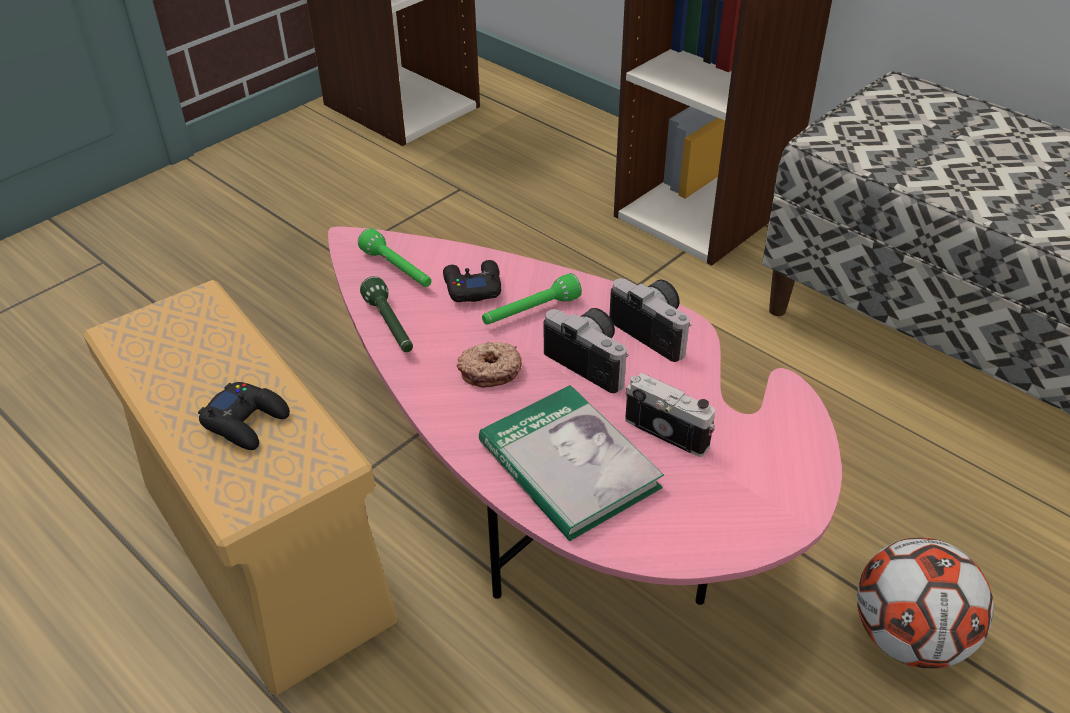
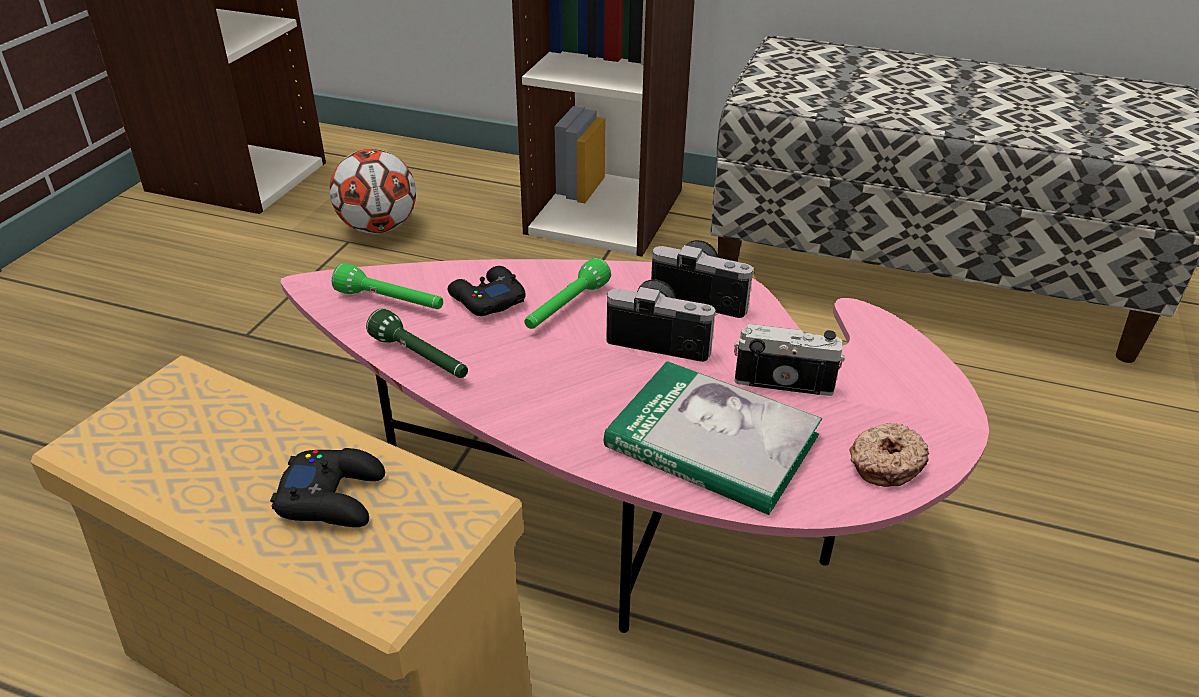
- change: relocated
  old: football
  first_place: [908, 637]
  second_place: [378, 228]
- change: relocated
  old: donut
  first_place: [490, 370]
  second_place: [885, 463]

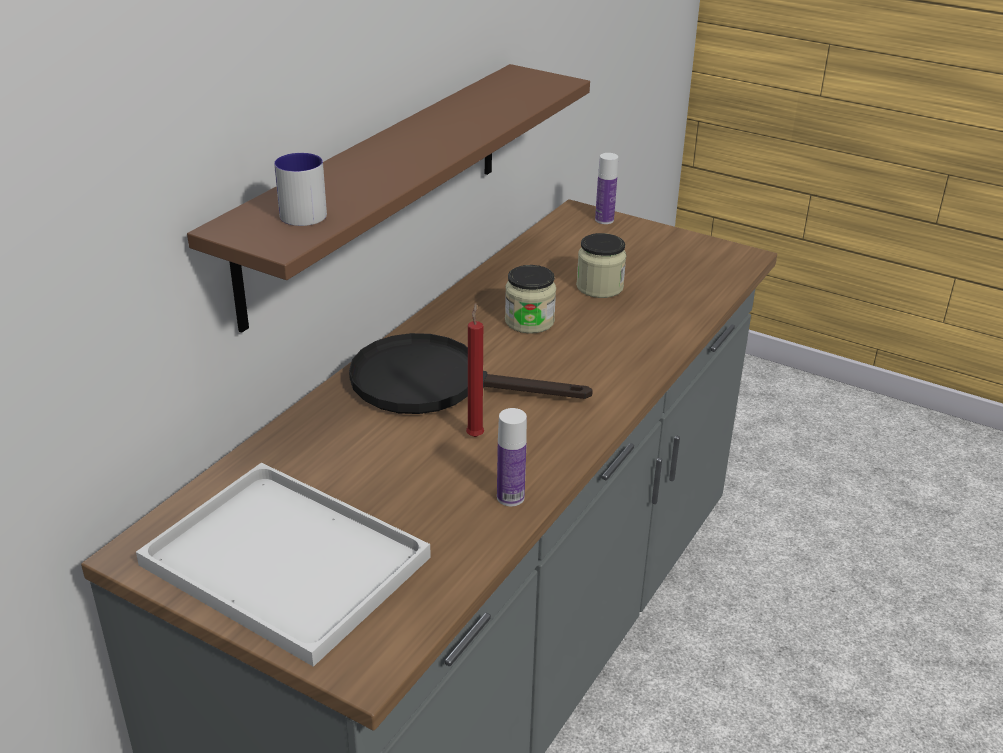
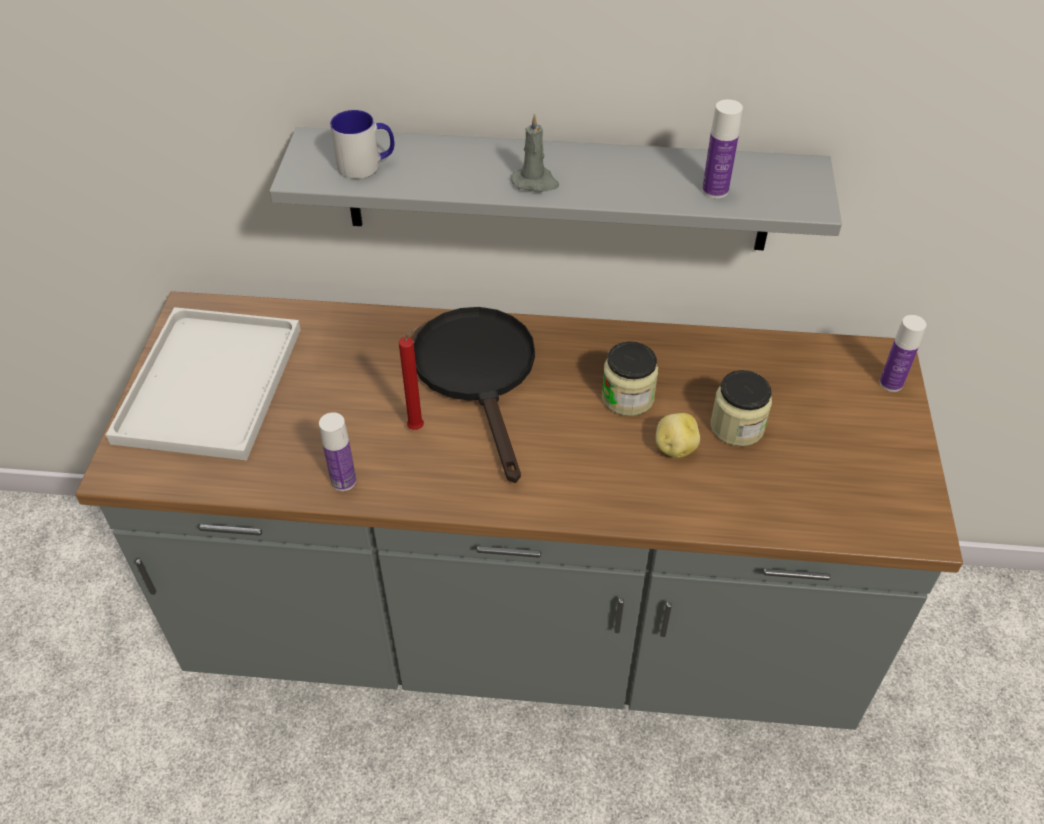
- change: colour
  old: brown shelf
  new: grey shelf
  first_place: [377, 188]
  second_place: [557, 190]
- change: appeared
  new: grey candle
  second_place: [535, 182]
- change: appeared
  new: potato
  second_place: [674, 447]
- change: appeared
  new: bottle
  second_place: [715, 190]

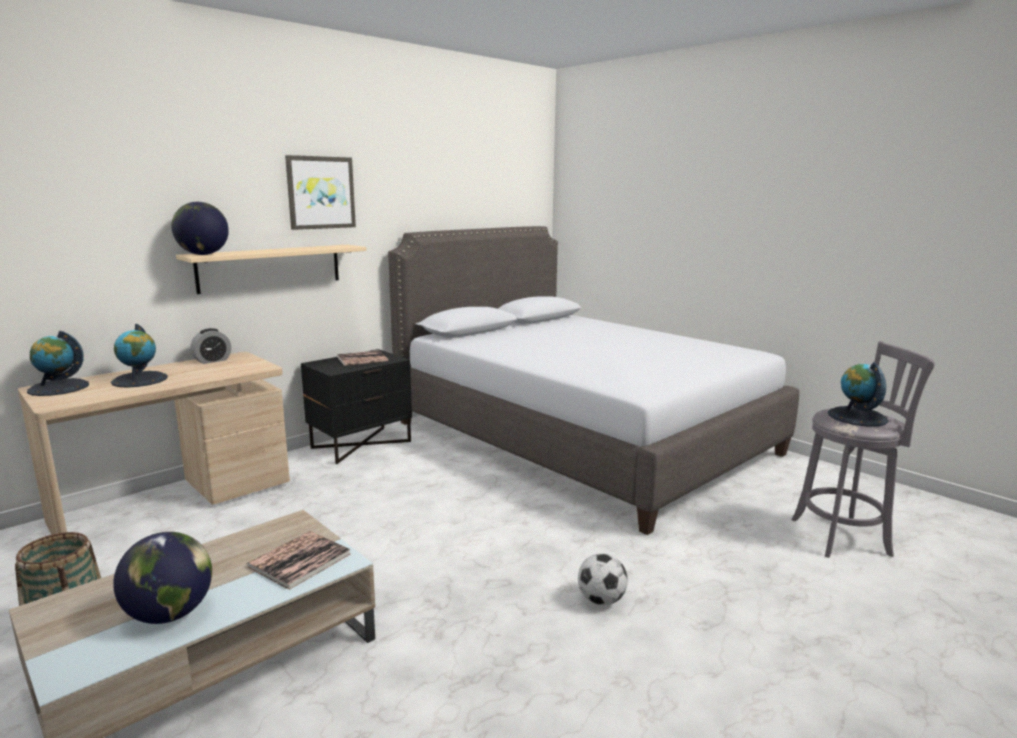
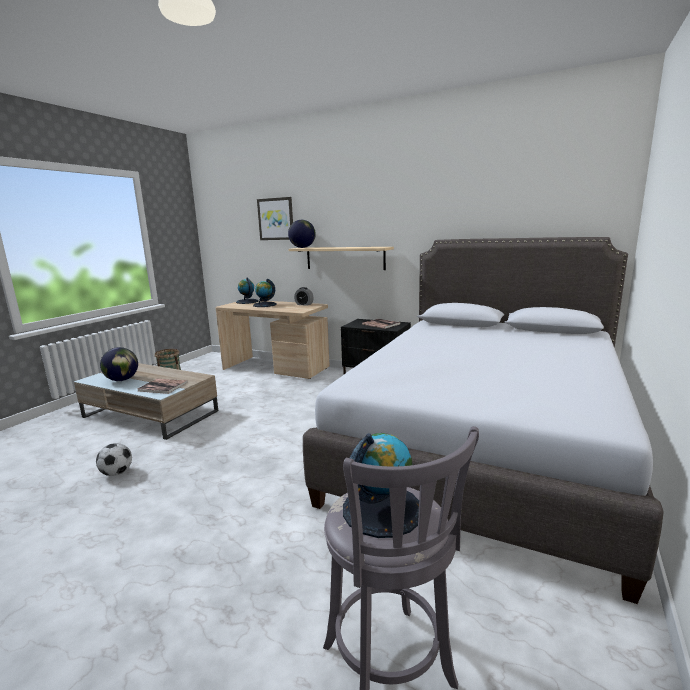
- change: relocated
  old: football
  first_place: [601, 600]
  second_place: [117, 473]
- change: relocated
  old: picture
  first_place: [320, 192]
  second_place: [276, 219]

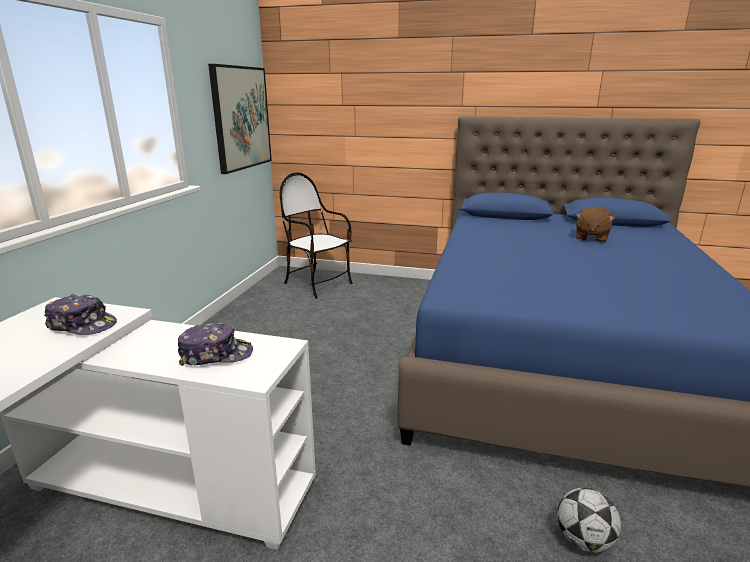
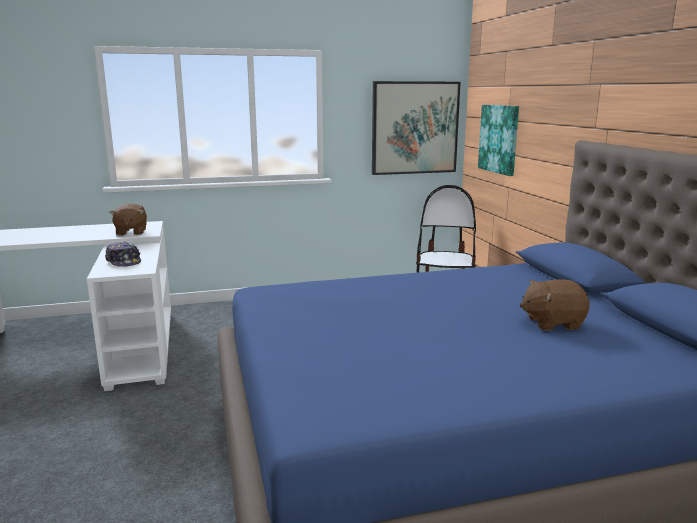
- change: exchanged
  old: cap
  new: brown plush toy
  first_place: [82, 325]
  second_place: [131, 232]
- change: appeared
  new: picture
  second_place: [499, 139]
- change: missing
  old: football
  first_place: [583, 540]

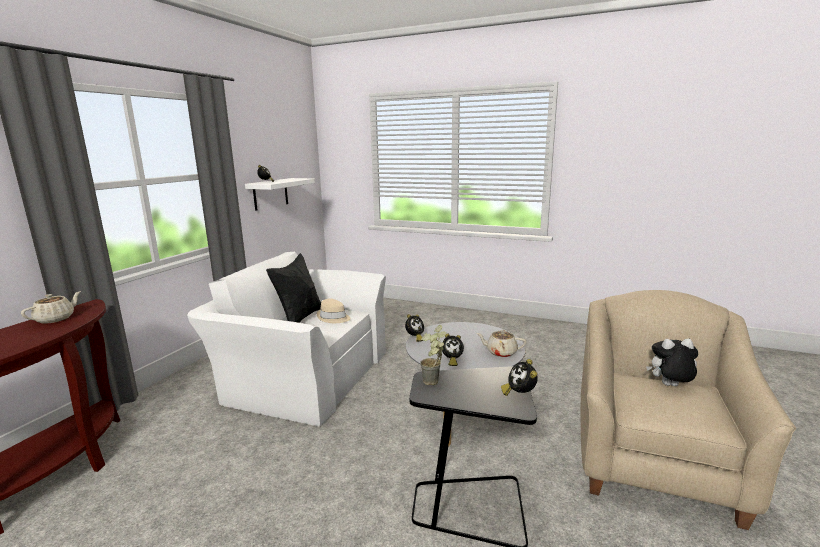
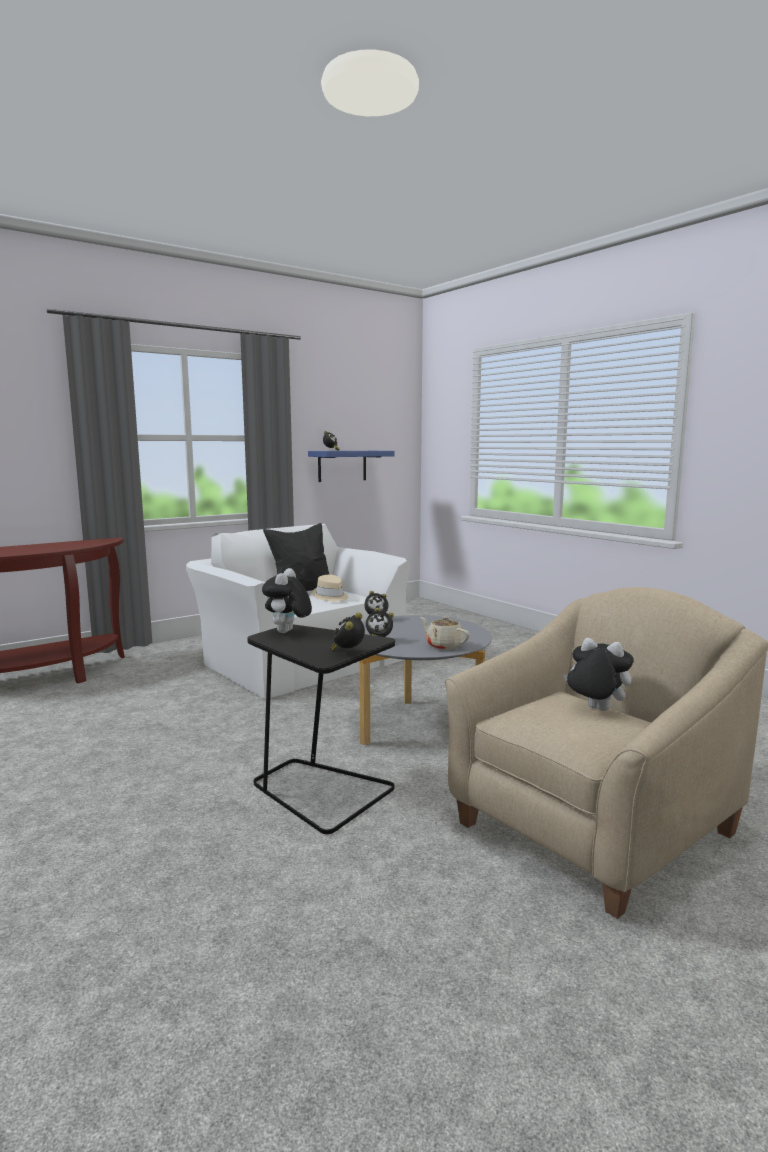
- change: exchanged
  old: potted plant
  new: plush toy
  first_place: [434, 384]
  second_place: [287, 632]
- change: colour
  old: white shelf
  new: blue shelf
  first_place: [270, 194]
  second_place: [342, 466]
- change: missing
  old: beige teapot
  first_place: [56, 319]

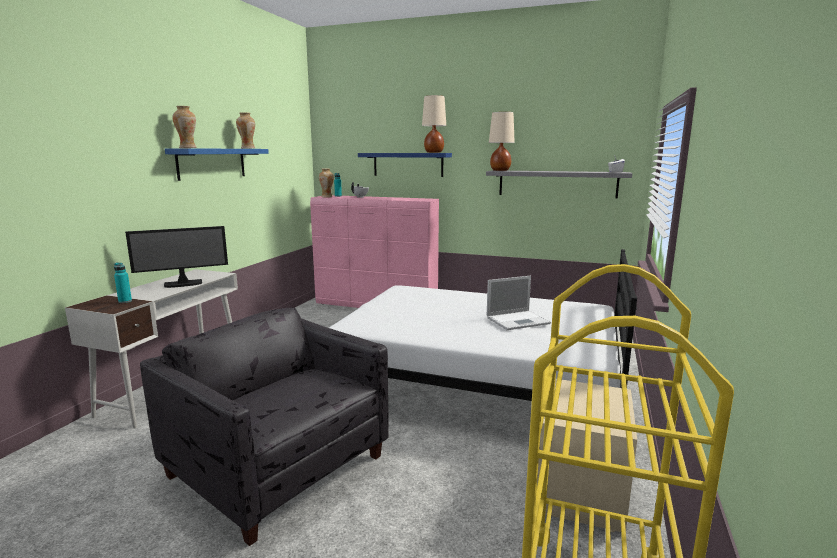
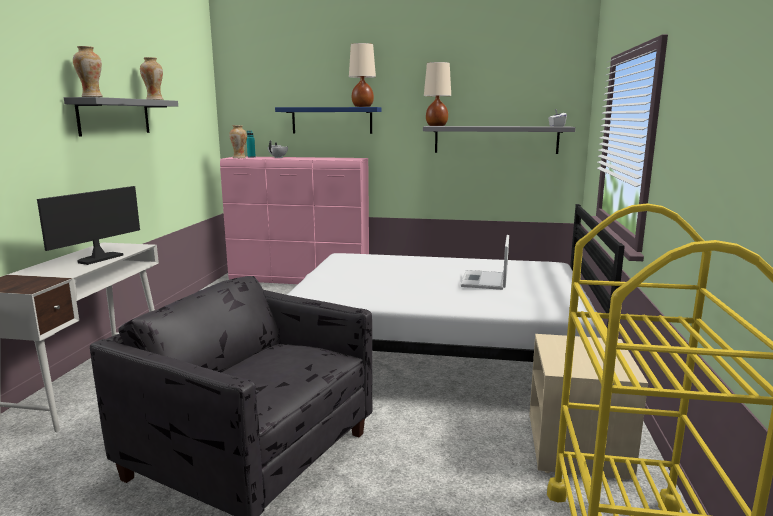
- change: spun
  old: monitor
  first_place: [183, 284]
  second_place: [99, 258]
  degrees: 150
- change: colour
  old: blue shelf
  new: grey shelf
  first_place: [212, 163]
  second_place: [114, 117]
- change: spun
  old: laptop
  first_place: [518, 320]
  second_place: [484, 281]
  degrees: 135
- change: missing
  old: turquoise bottle
  first_place: [125, 301]

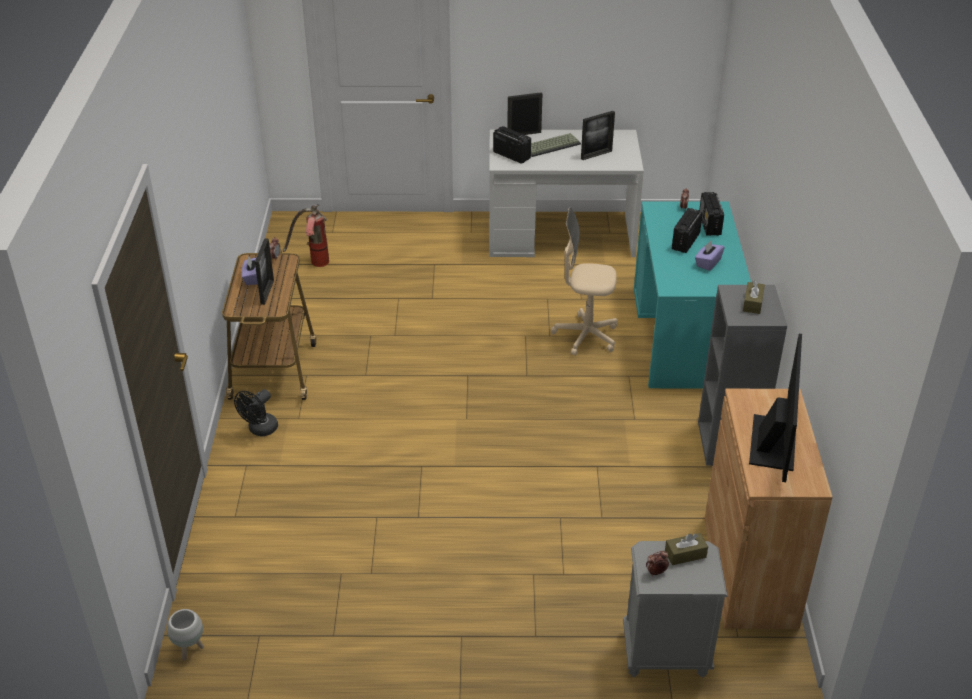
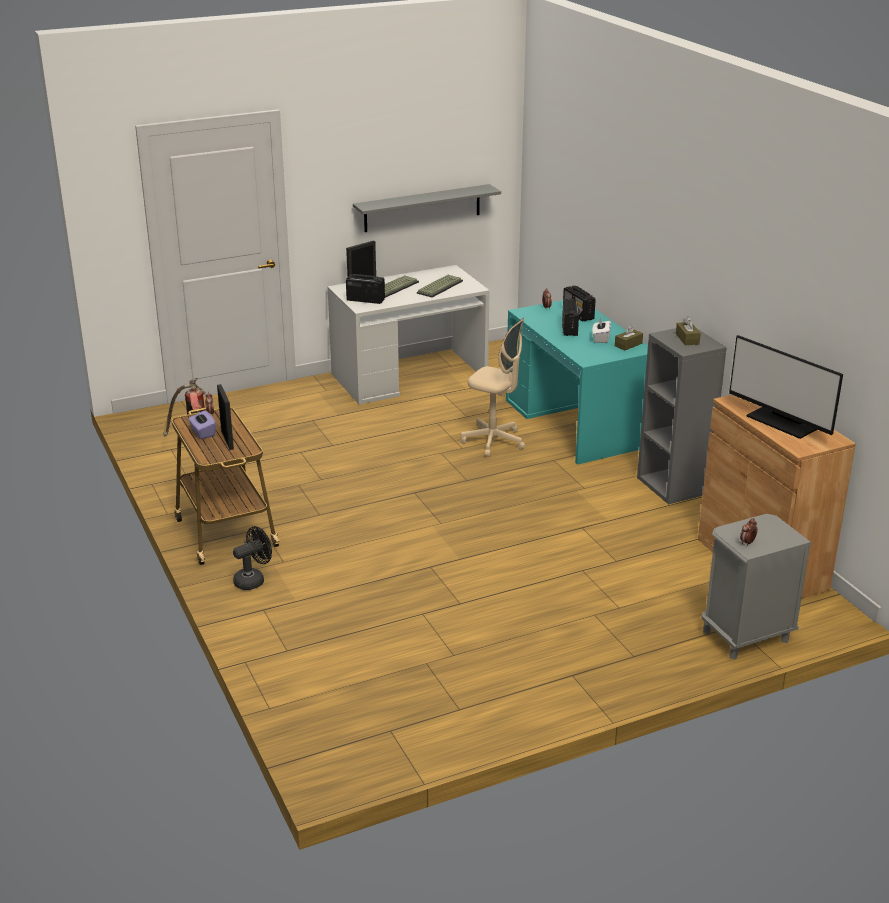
- change: spun
  old: black fan
  first_place: [260, 430]
  second_place: [253, 580]
  degrees: -135
- change: appeared
  new: grey shelf
  second_place: [422, 208]
- change: exchanged
  old: picture frame
  new: keyboard
  first_place: [596, 155]
  second_place: [439, 286]
- change: spun
  old: beige office chair
  first_place: [585, 336]
  second_place: [493, 441]
  degrees: -135
- change: colour
  old: purple tissue box
  new: white tissue box
  first_place: [708, 263]
  second_place: [601, 338]
- change: relocated
  old: brown tissue box
  first_place: [685, 554]
  second_place: [628, 345]
- change: spun
  old: monitor
  first_place: [774, 443]
  second_place: [783, 422]
  degrees: 150
- change: missing
  old: white planter
  first_place: [189, 650]

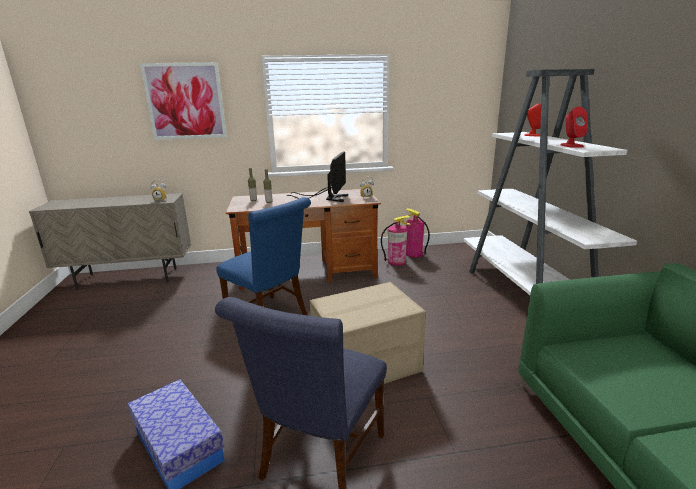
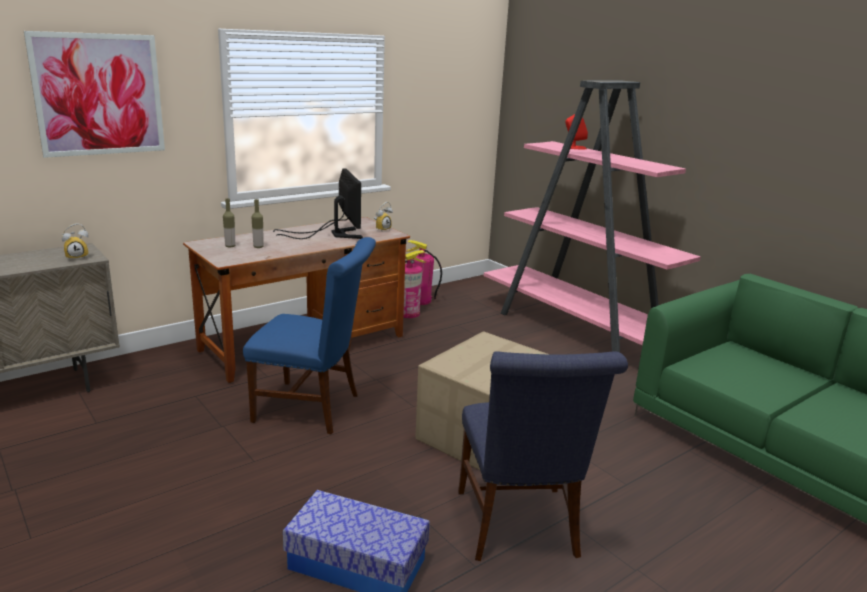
- change: colour
  old: white bookcase
  new: pink bookcase
  first_place: [527, 298]
  second_place: [580, 333]
- change: missing
  old: red speaker
  first_place: [571, 145]

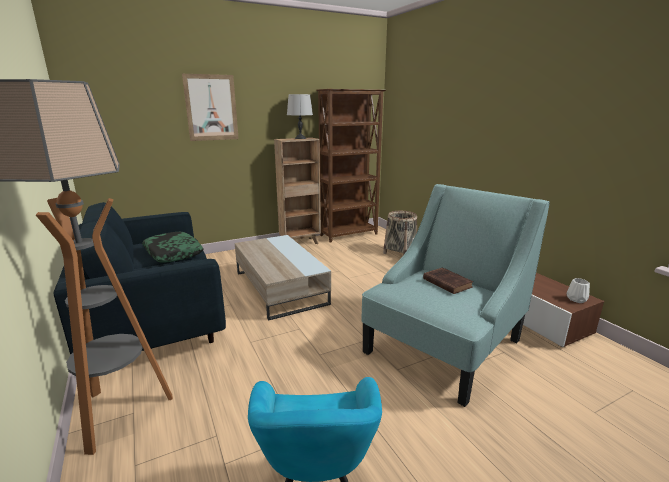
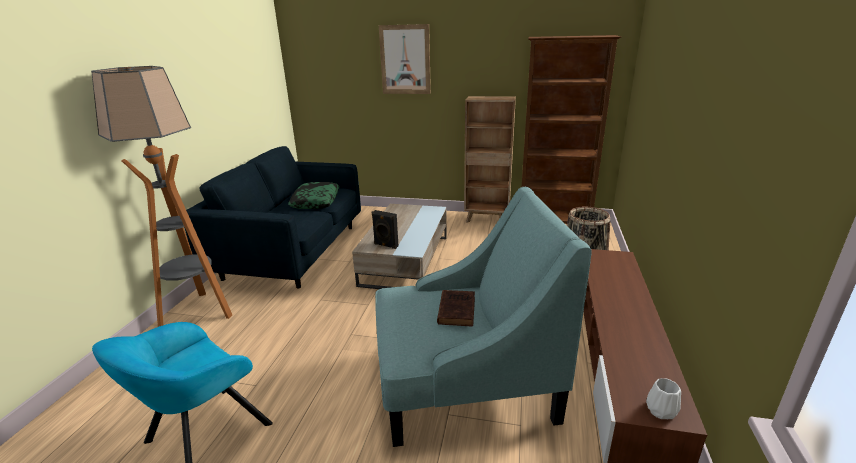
- change: appeared
  new: black speaker
  second_place: [385, 245]
- change: missing
  old: grey table lamp
  first_place: [300, 138]

